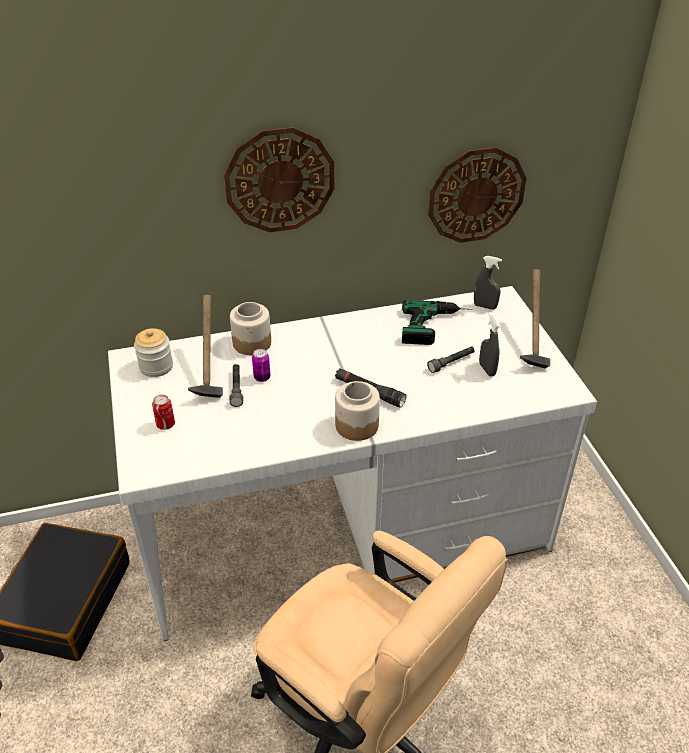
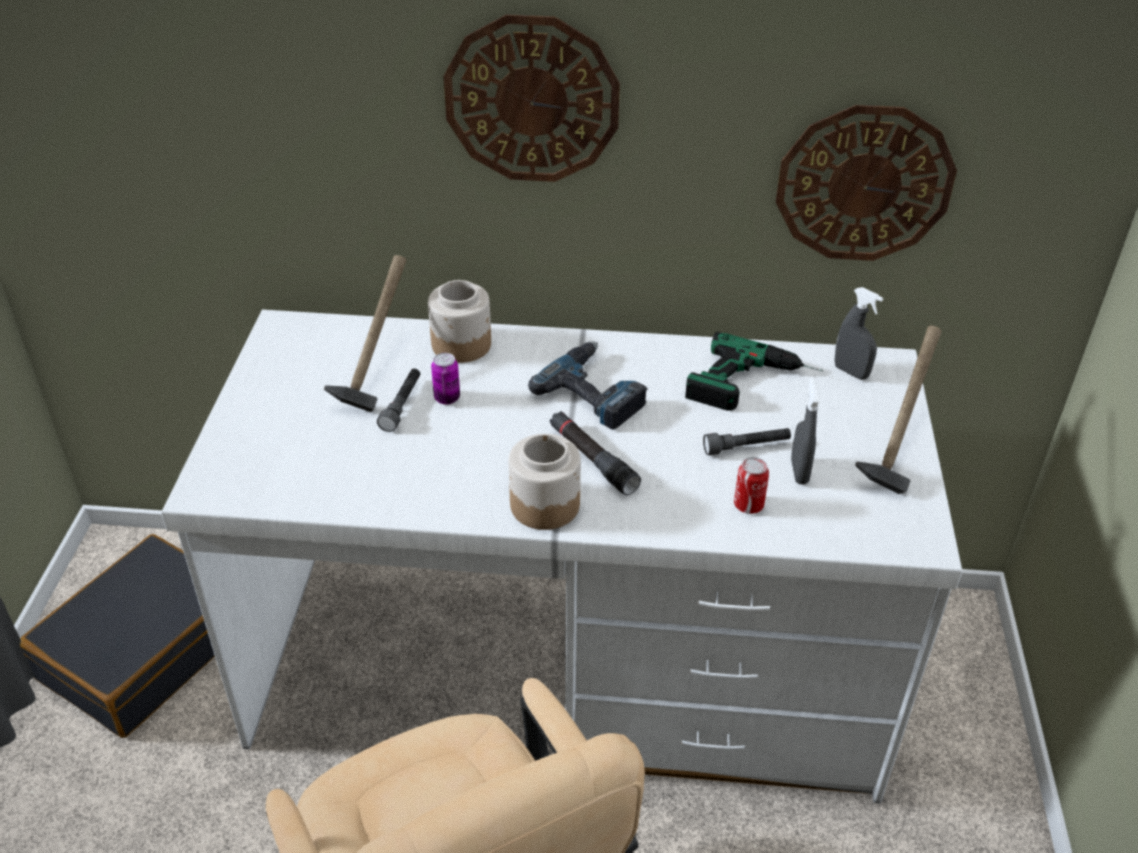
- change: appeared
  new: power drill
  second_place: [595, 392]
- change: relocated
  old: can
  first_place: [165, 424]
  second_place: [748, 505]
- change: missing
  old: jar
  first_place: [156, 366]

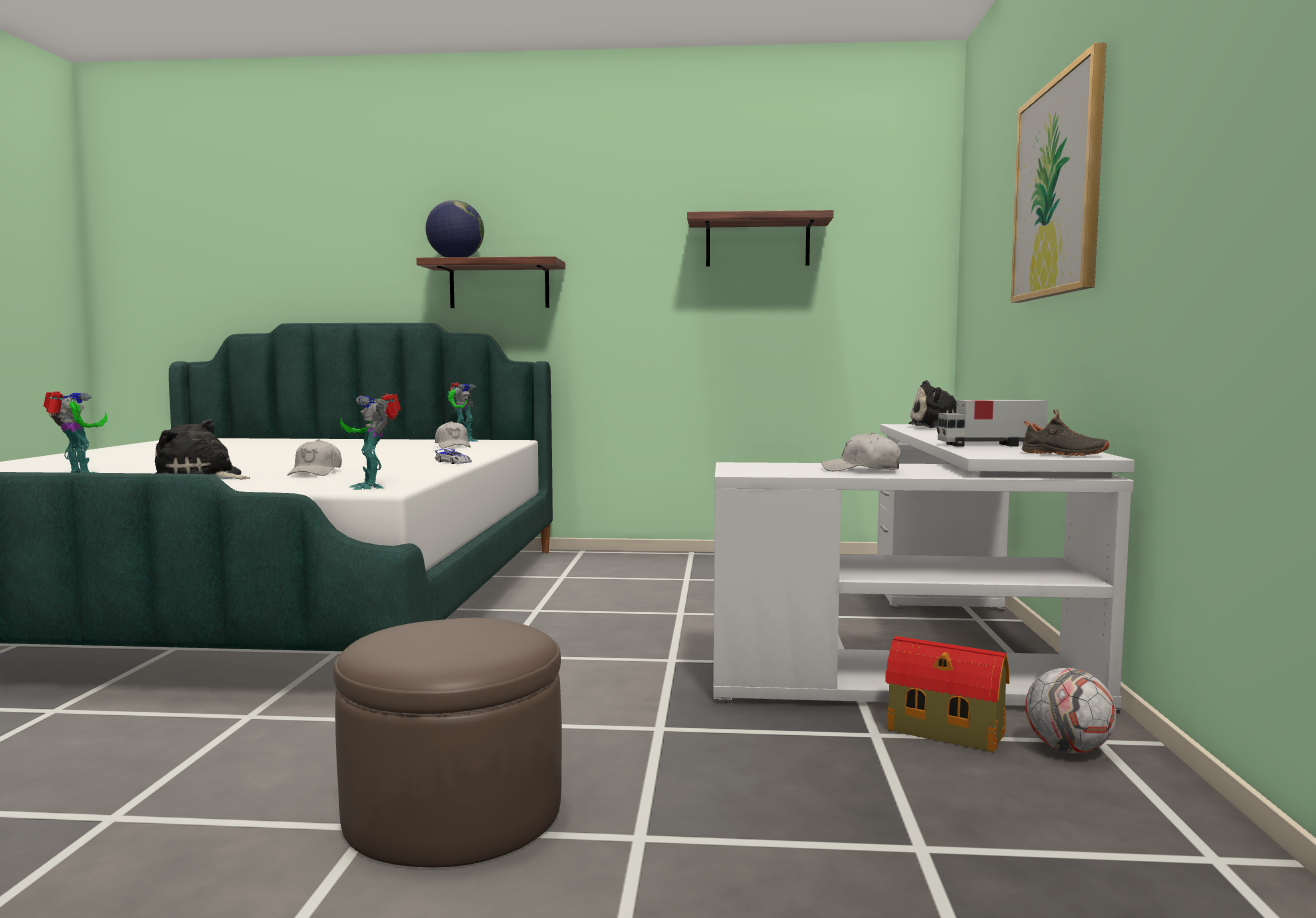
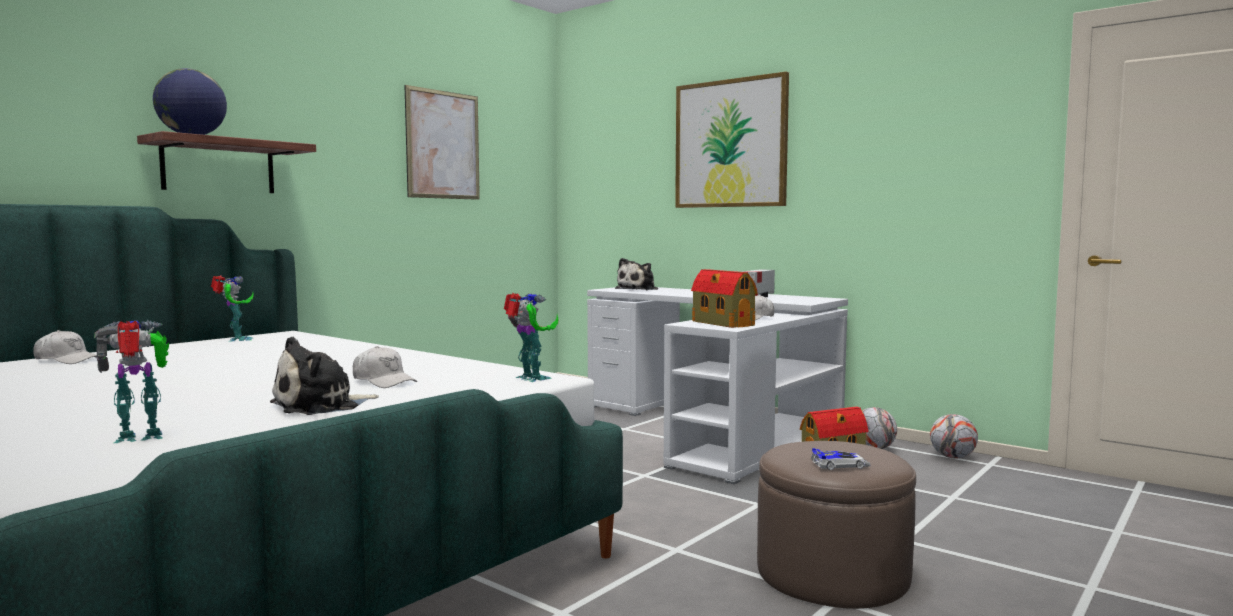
- change: relocated
  old: white cap
  first_place: [453, 446]
  second_place: [67, 360]
- change: exchanged
  old: shelf
  new: picture
  first_place: [757, 242]
  second_place: [443, 145]
- change: spun
  old: toy robot
  first_place: [371, 486]
  second_place: [531, 379]
  degrees: -135
- change: appeared
  new: toy house
  second_place: [722, 323]
- change: relocated
  old: toy car
  first_place: [454, 462]
  second_place: [841, 465]
- change: appeared
  new: football
  second_place: [952, 457]
- change: missing
  old: black shoe
  first_place: [1063, 455]

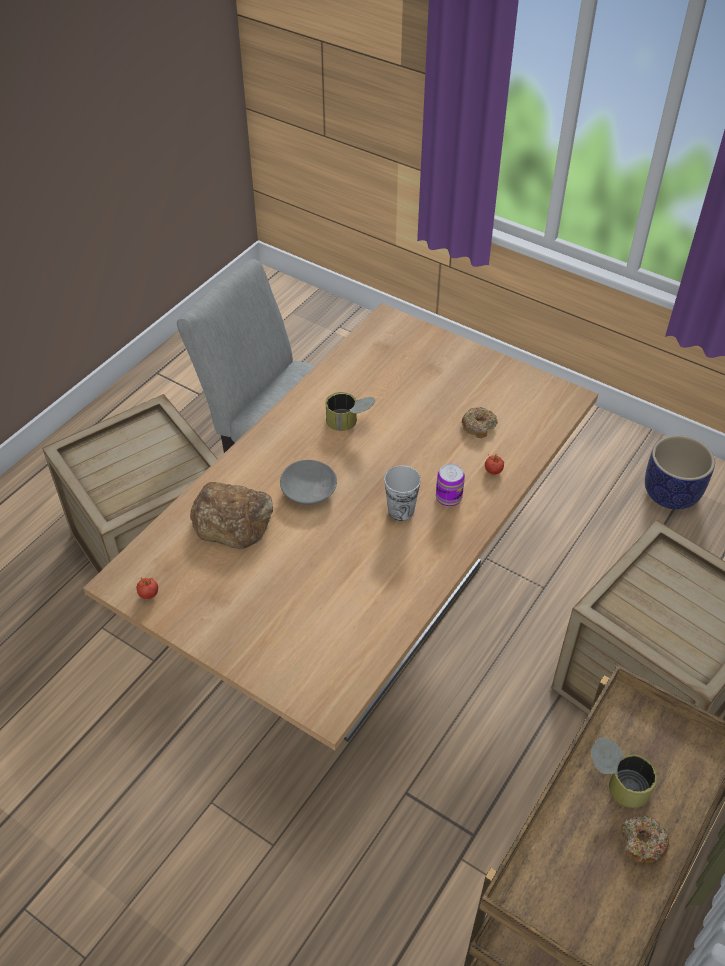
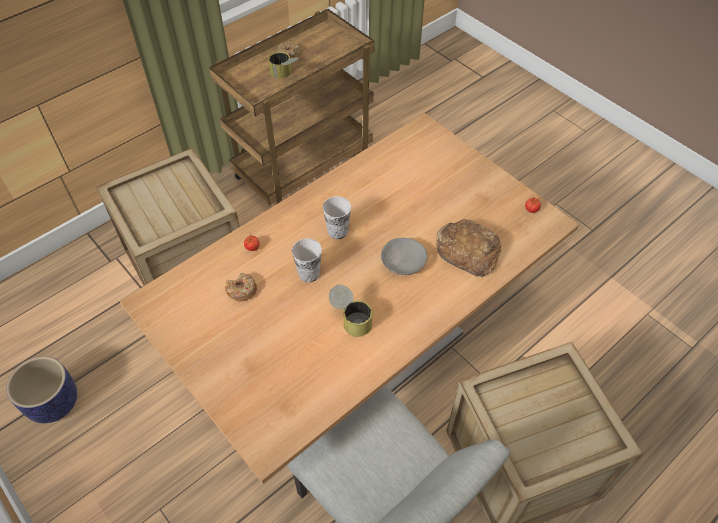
- change: appeared
  new: cup
  second_place: [309, 273]
- change: missing
  old: can
  first_place: [448, 498]

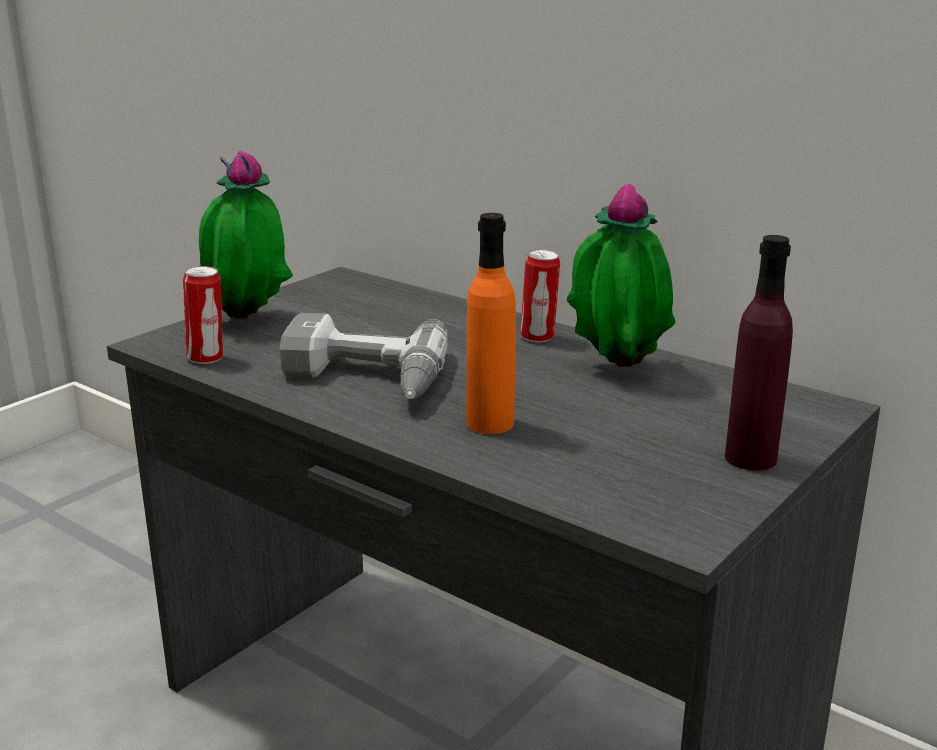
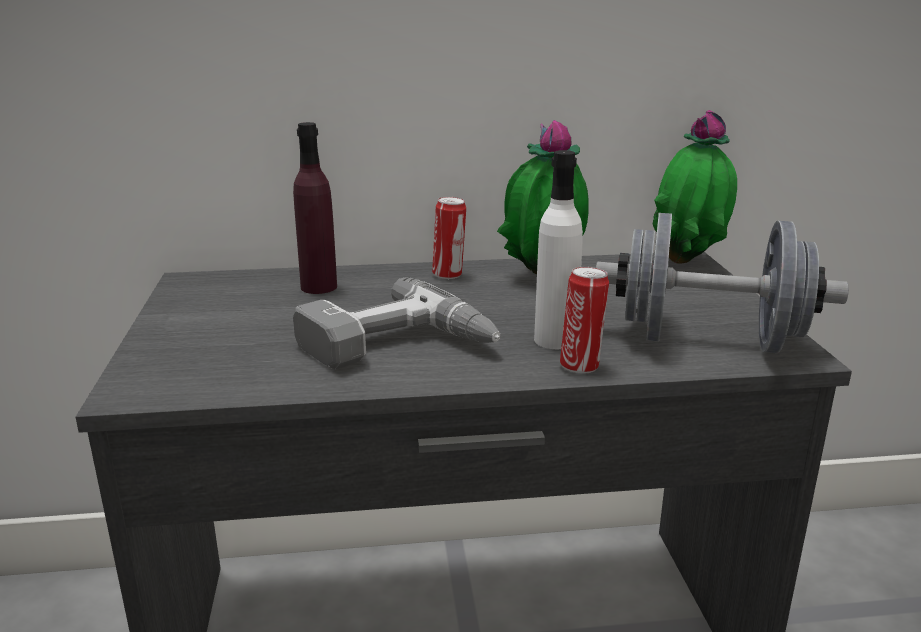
- change: relocated
  old: purple bottle
  first_place: [750, 458]
  second_place: [319, 287]
- change: colour
  old: orange bottle
  new: white bottle
  first_place: [490, 423]
  second_place: [555, 340]
- change: relocated
  old: can
  first_place: [207, 358]
  second_place: [581, 366]
- change: appeared
  new: grey dumbbell
  second_place: [709, 340]
- change: relocated
  old: potted plant
  first_place: [247, 321]
  second_place: [688, 262]

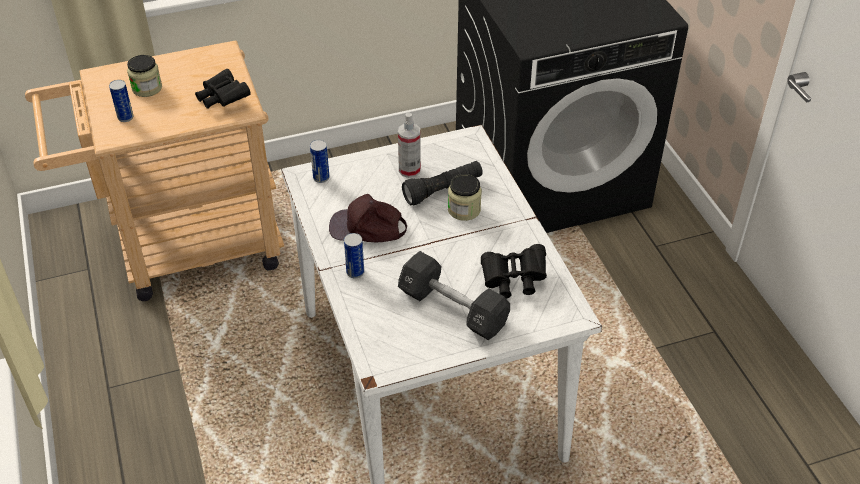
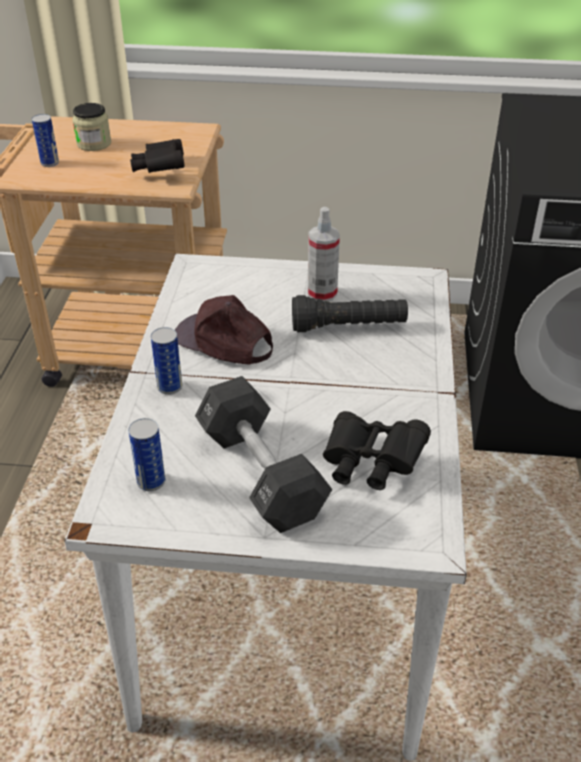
- change: relocated
  old: can
  first_place: [321, 178]
  second_place: [151, 482]
- change: missing
  old: jar
  first_place: [464, 210]

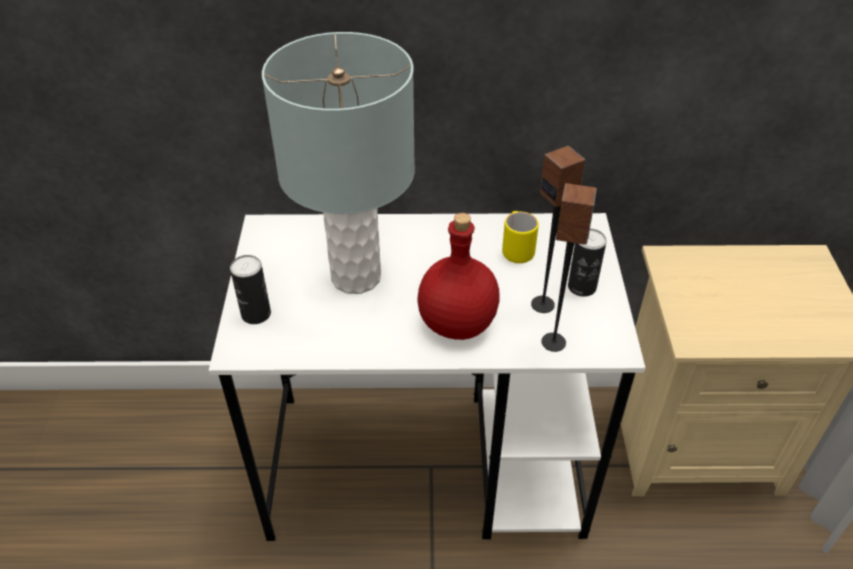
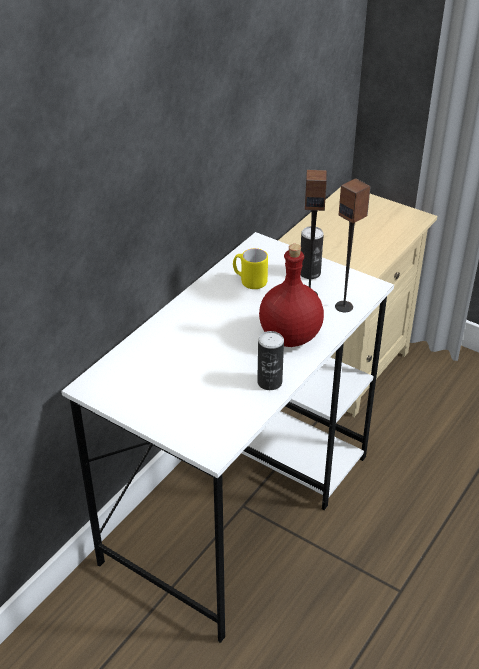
- change: relocated
  old: can
  first_place: [256, 314]
  second_place: [269, 382]
- change: missing
  old: grey table lamp
  first_place: [355, 276]

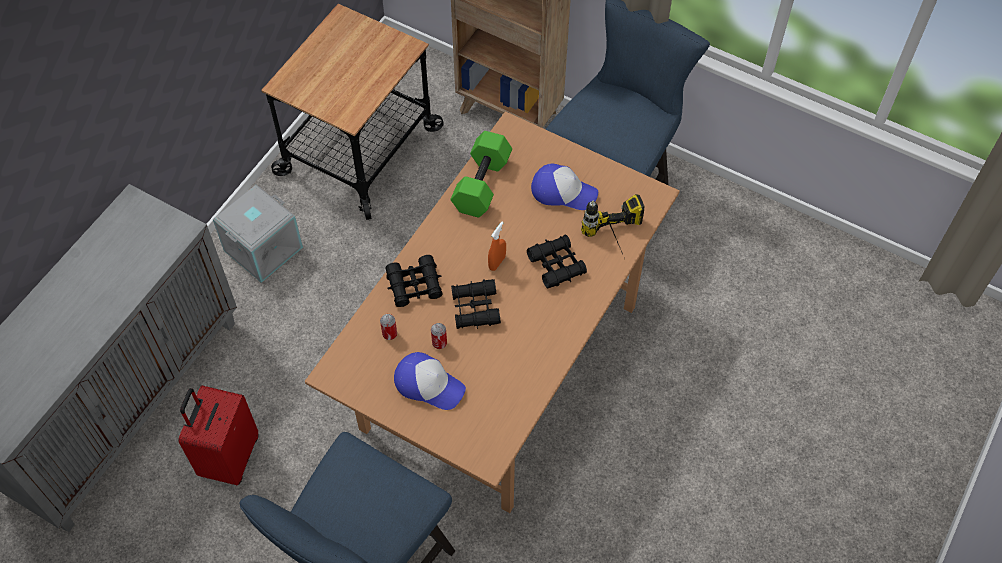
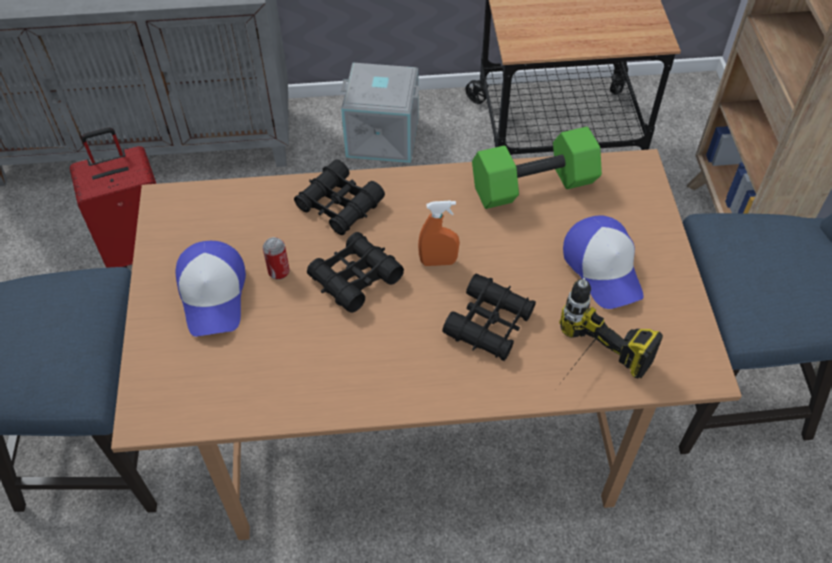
- change: missing
  old: can
  first_place: [389, 334]

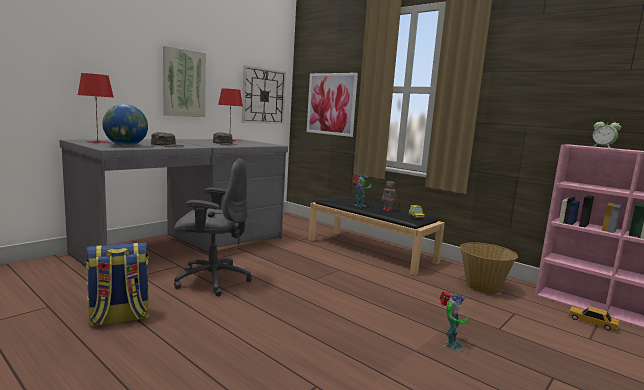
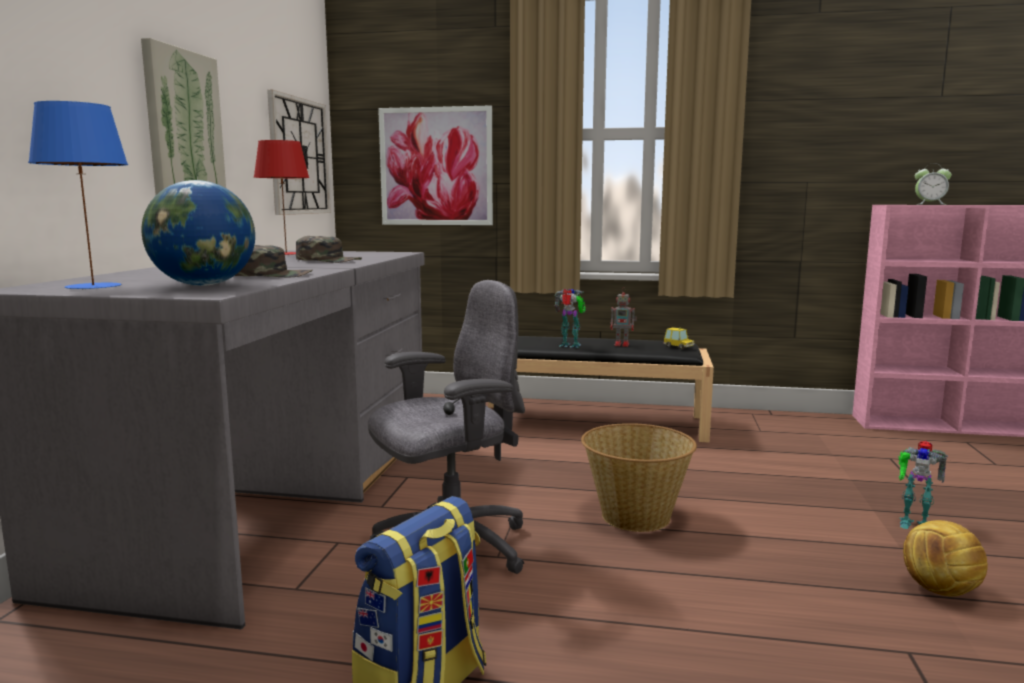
- change: colour
  old: red table lamp
  new: blue table lamp
  first_place: [97, 142]
  second_place: [93, 286]
- change: relocated
  old: basket
  first_place: [483, 287]
  second_place: [635, 516]
- change: spun
  old: toy robot
  first_place: [450, 344]
  second_place: [913, 523]
  degrees: 120
- change: appeared
  new: football
  second_place: [939, 590]
- change: missing
  old: toy car
  first_place: [592, 322]

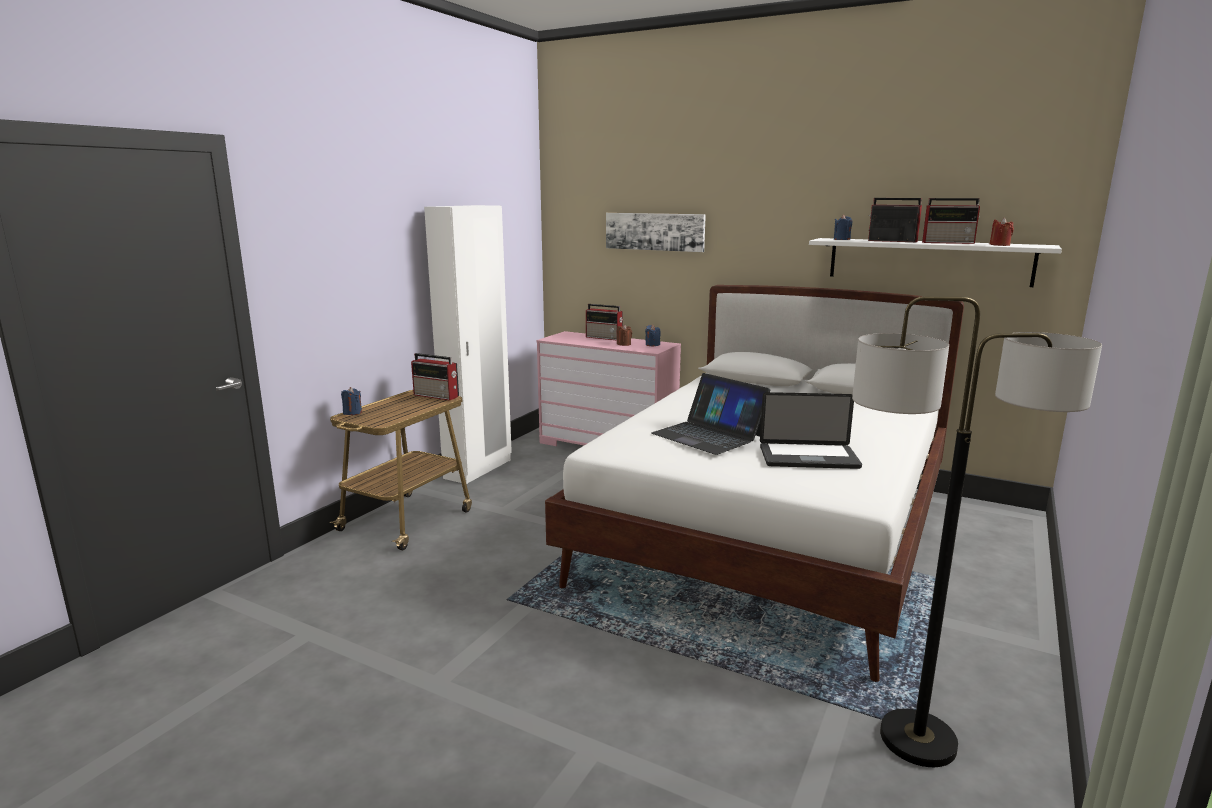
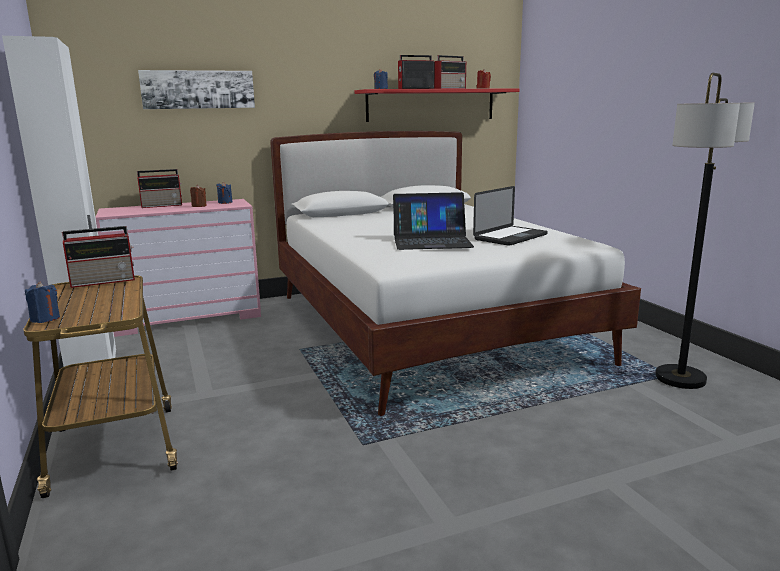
- change: colour
  old: white shelf
  new: red shelf
  first_place: [928, 261]
  second_place: [431, 105]

